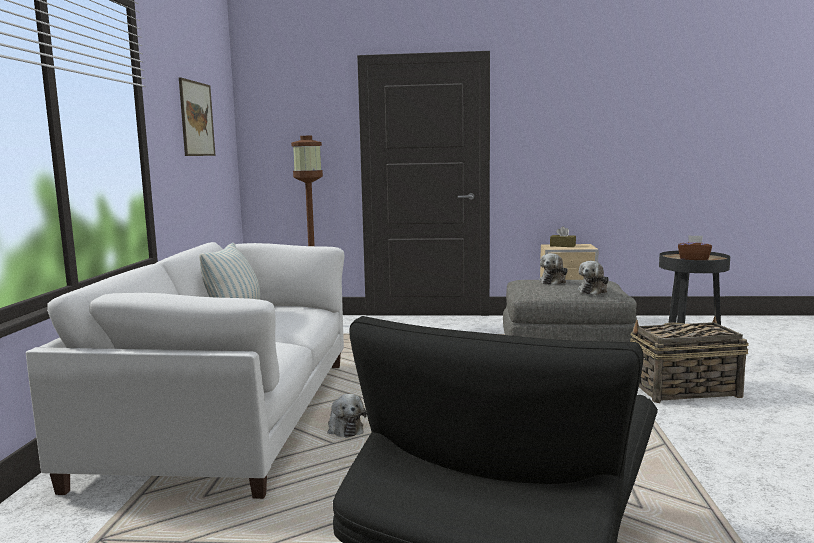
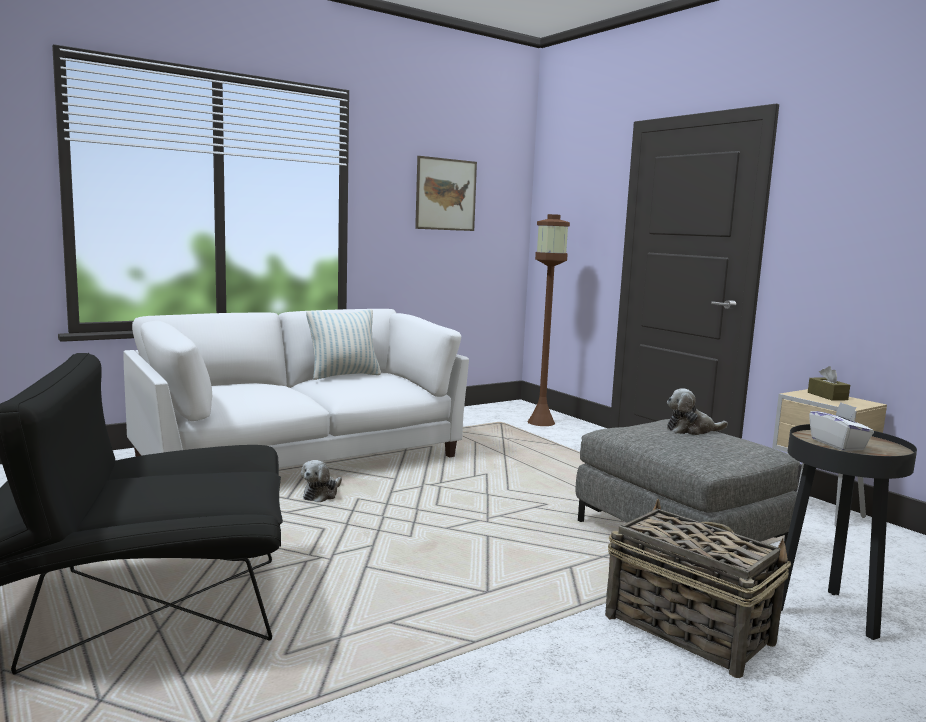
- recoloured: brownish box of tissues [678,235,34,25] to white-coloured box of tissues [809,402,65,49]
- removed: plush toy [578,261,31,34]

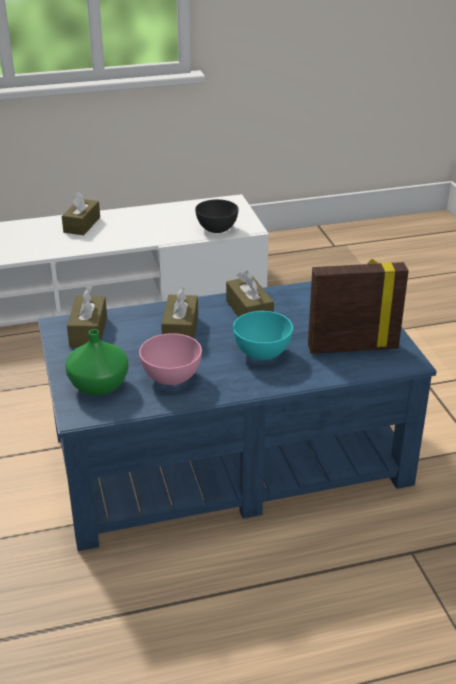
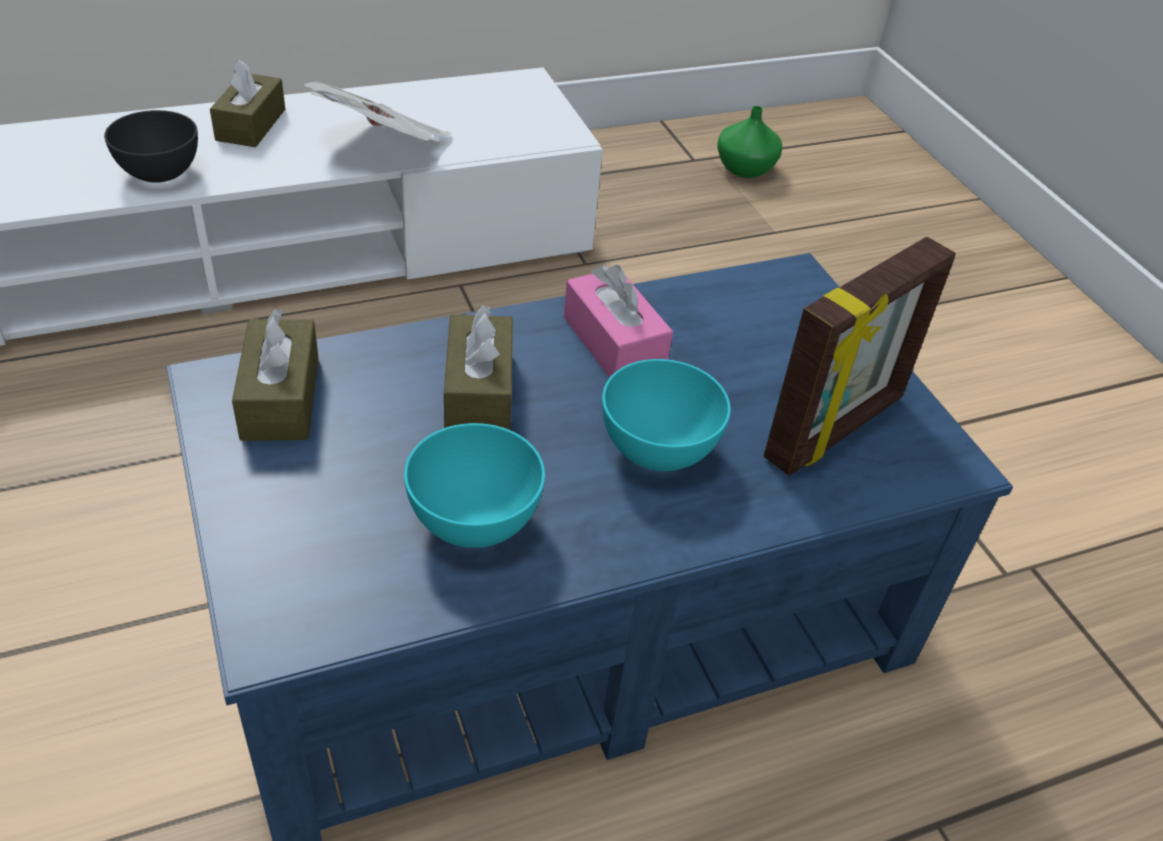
- moved: grey serving bowl [195,199,43,34] to [104,110,94,73]
- added: newspaper [304,82,147,60]
- recoloured: pink-coloured serving bowl [139,333,63,52] to turquoise serving bowl [404,423,141,125]
- recoloured: brownish box of tissues [226,270,48,47] to pink-coloured box of tissues [564,265,109,113]
- moved: green-coloured flower vase [65,329,64,67] to [717,106,66,72]
- turned: photo frame [308,259,101,95] = [764,237,192,239] 150 degrees clockwise

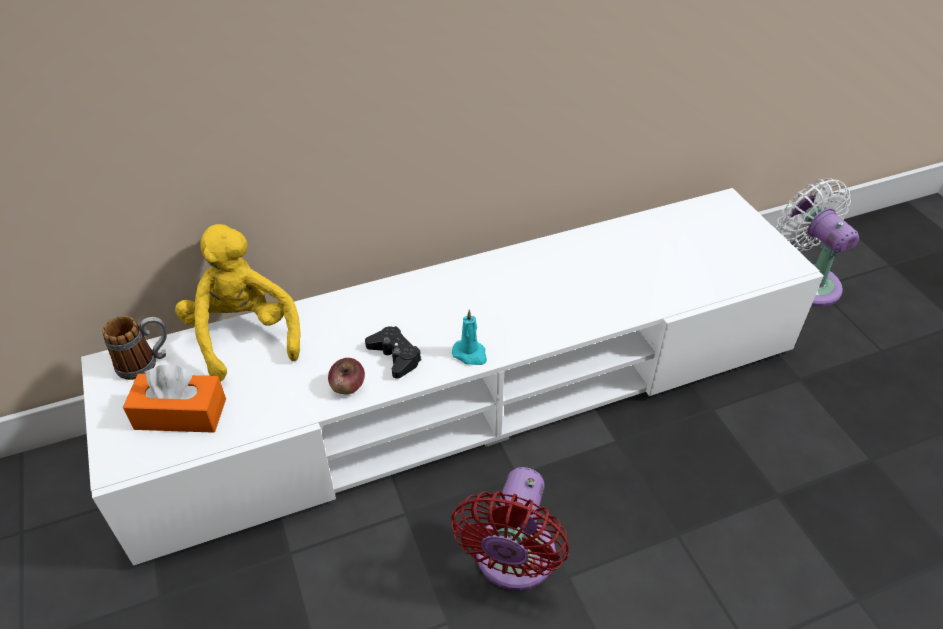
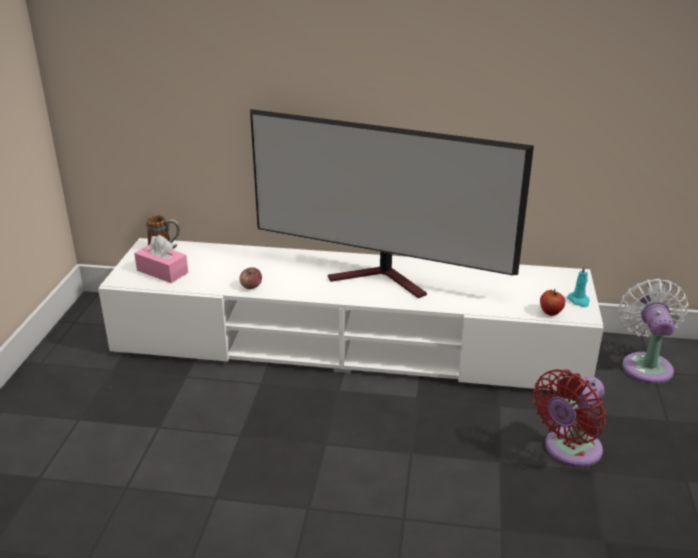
- recoloured: orange box of tissues [123,365,103,68] to pink-coloured box of tissues [134,235,54,48]
- added: television [250,109,284,189]
- moved: red electric fan [451,467,118,124] to [533,369,73,98]
- added: apple fruit [540,289,25,27]
- moved: turquoise candle [452,310,35,55] to [567,265,23,42]
- removed: yellowish plush toy [175,224,126,158]
- removed: black-coloured joypad [365,326,57,53]

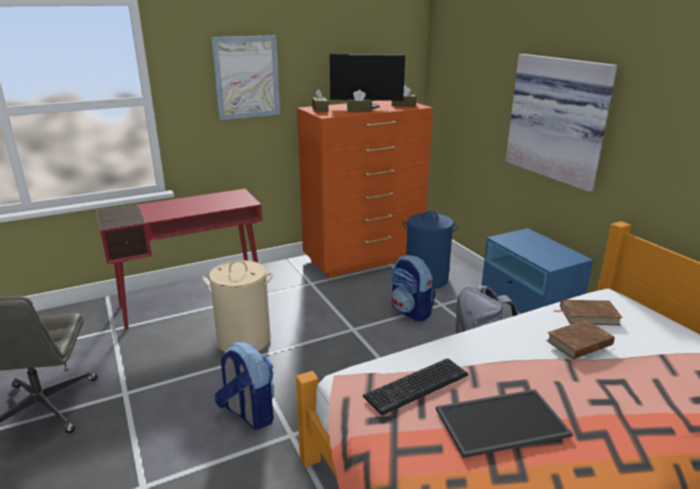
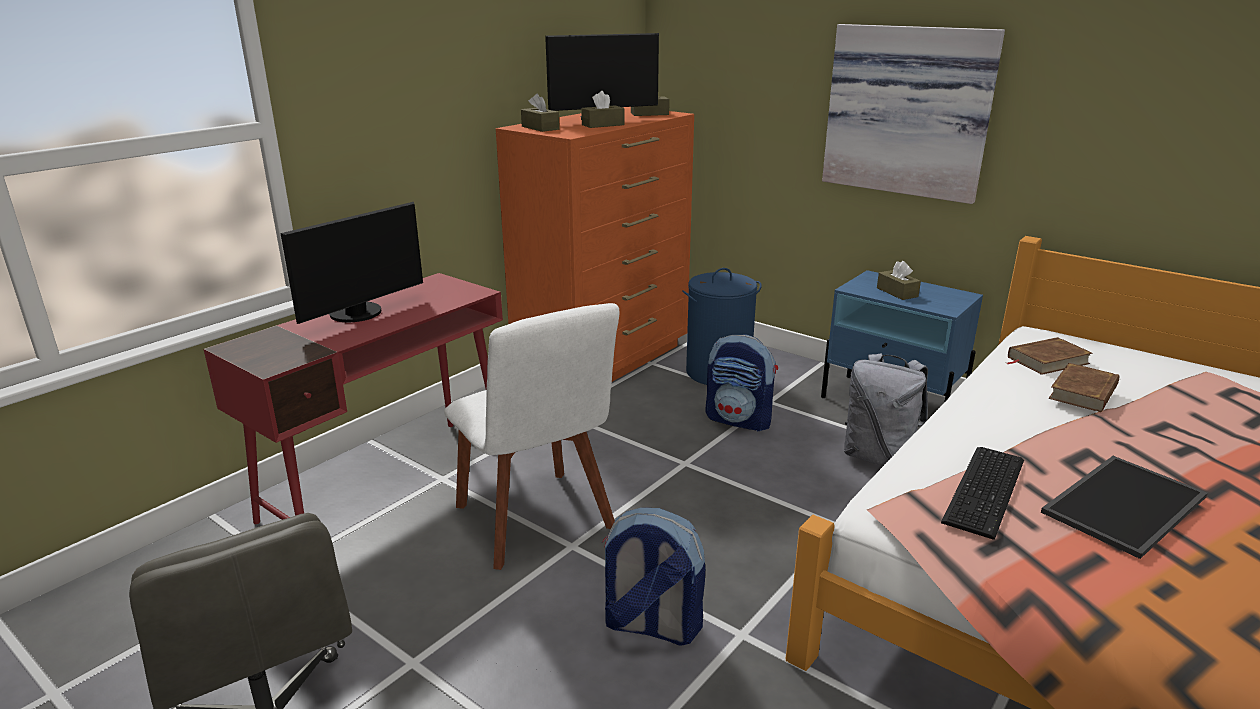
- added: computer display [281,202,142,122]
- replaced: beige-coloured hamper [202,260,71,92] to white-coloured upright chair [444,303,175,267]
- added: brownish box of tissues [877,261,44,39]
- removed: picture [211,35,69,85]

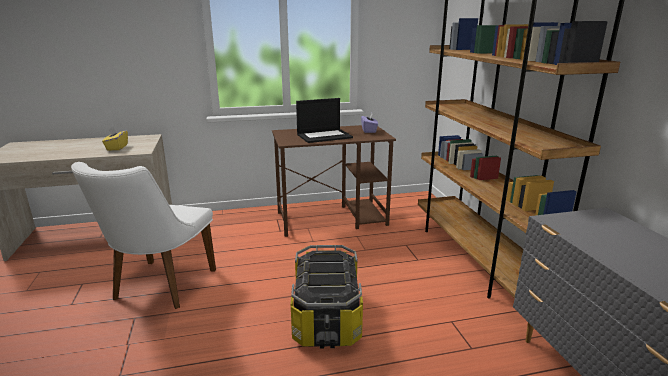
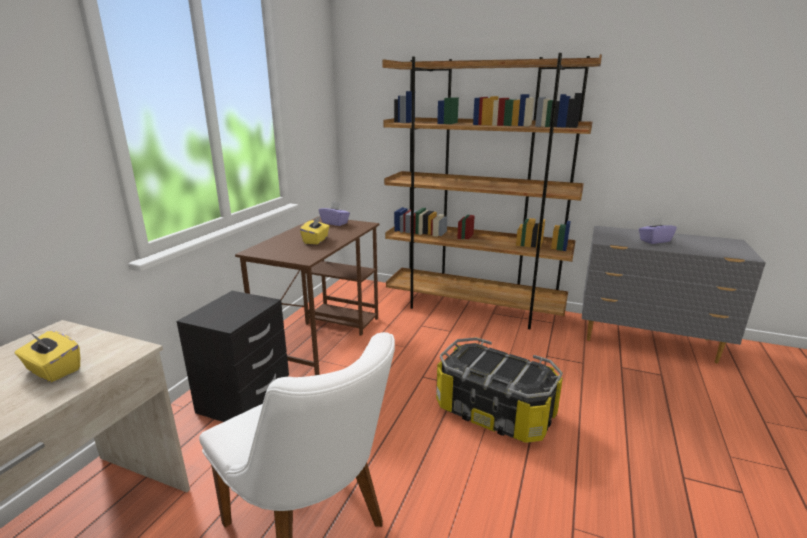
- added: black-coloured bedside table [177,291,112,131]
- replaced: portable computer [296,98,57,45] to yellowish box of tissues [300,216,30,28]
- added: purple box of tissues [639,217,38,27]

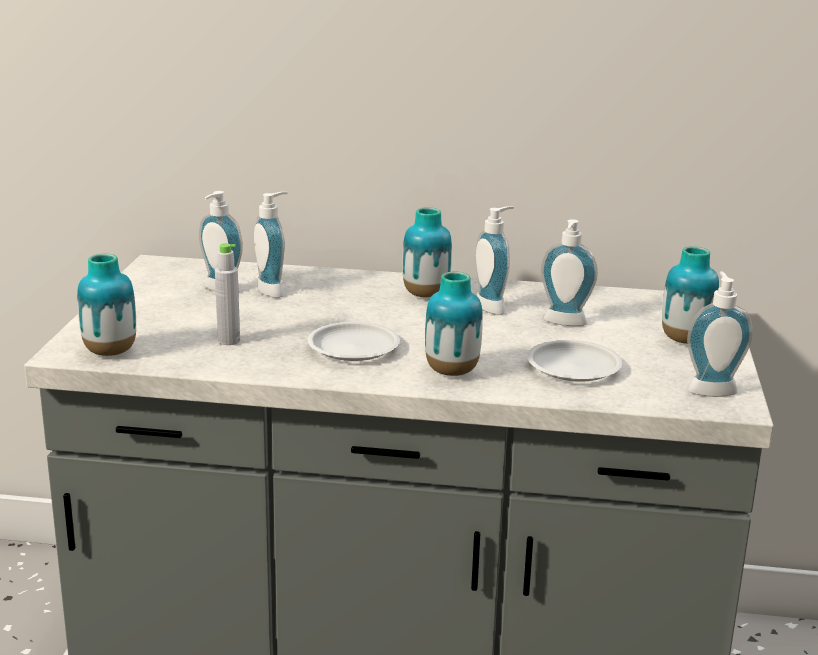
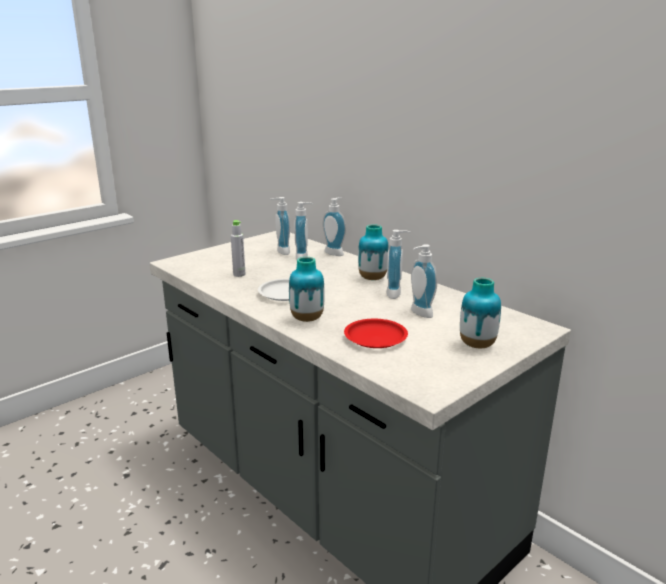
- moved: soap bottle [687,271,66,126] to [322,197,24,59]
- recoloured: white-coloured plate [527,340,96,42] to red plate [344,319,64,29]
- removed: flower vase [77,254,59,102]

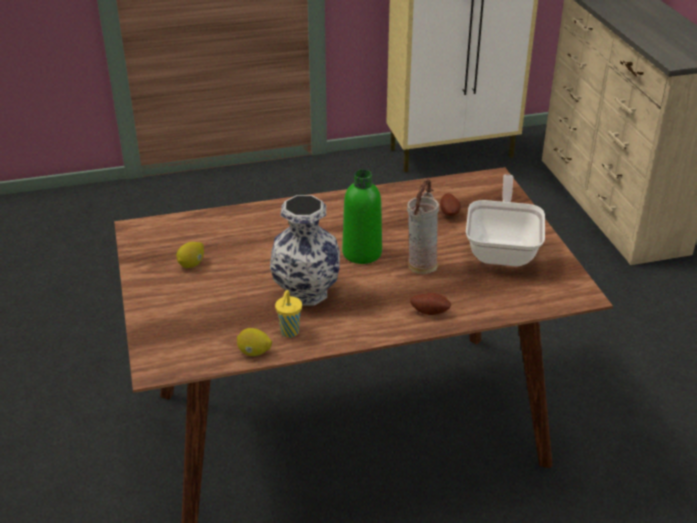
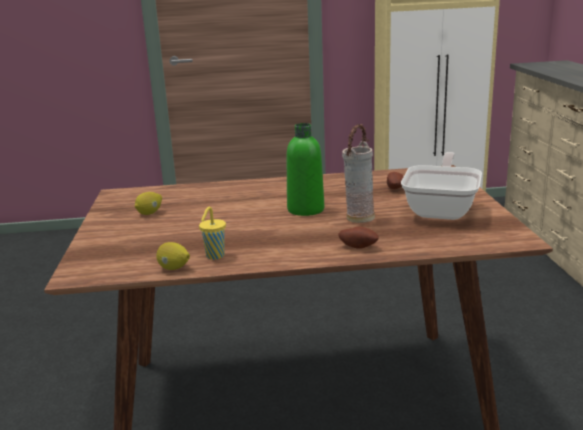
- removed: flower vase [270,195,70,111]

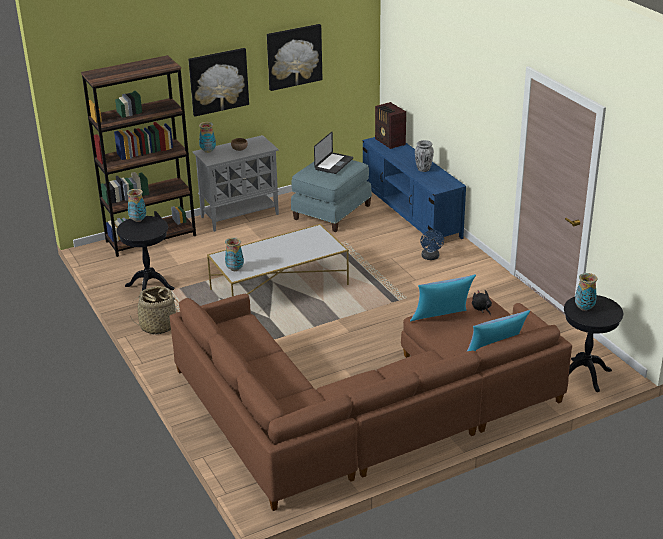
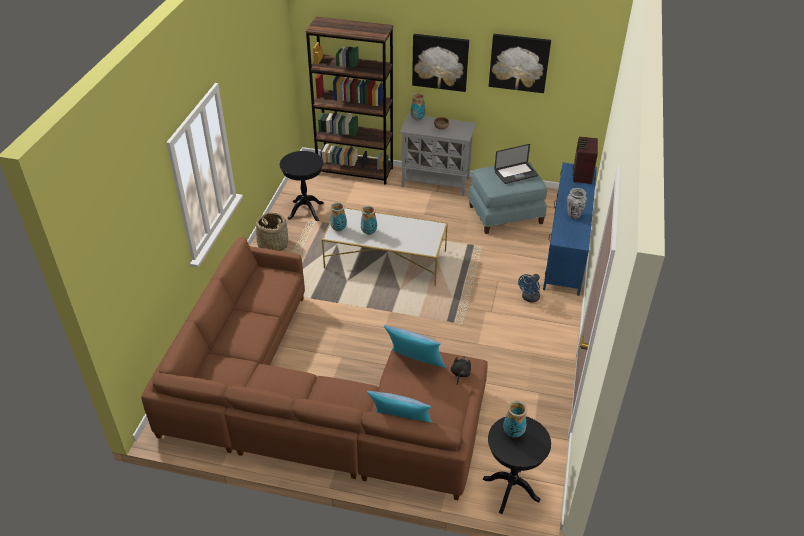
- moved: flower vase [127,189,19,33] to [361,206,16,29]

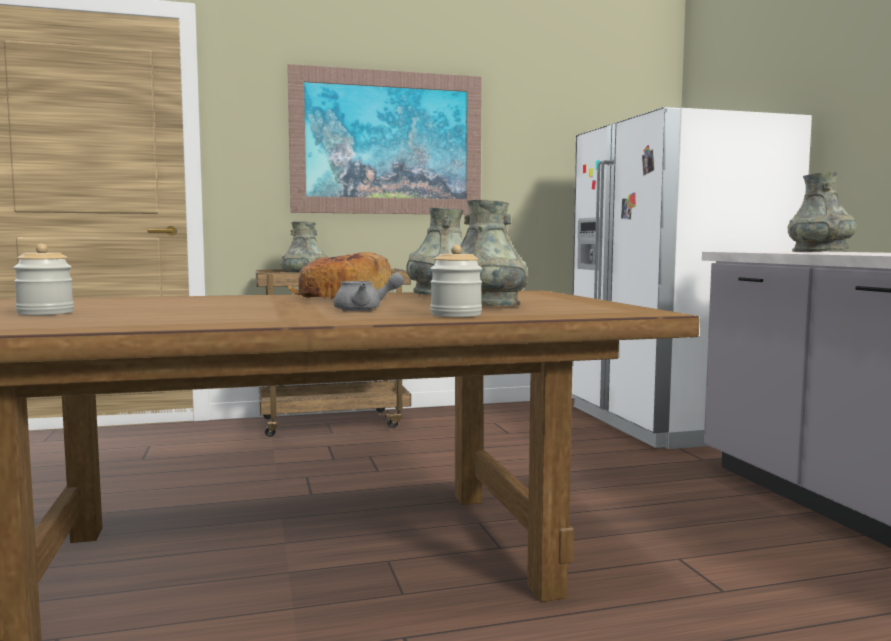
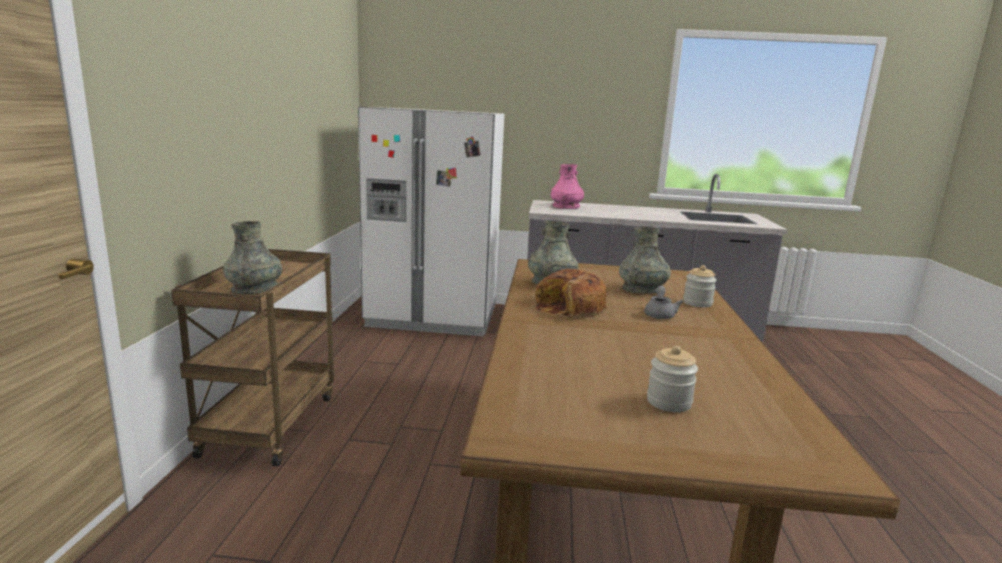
- recoloured: grey flower vase [788,172,69,80] to pink-coloured flower vase [551,164,33,45]
- removed: picture [287,64,195,151]

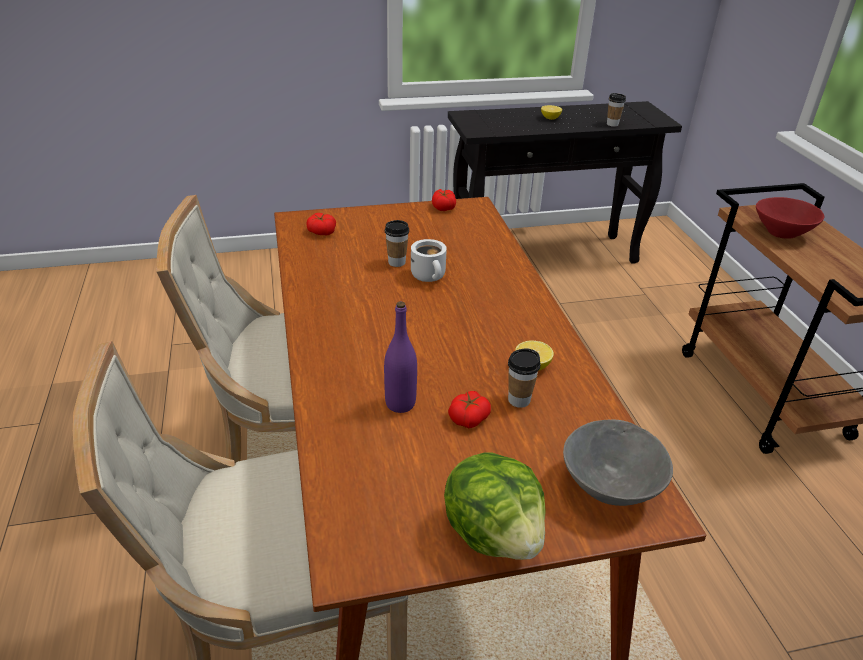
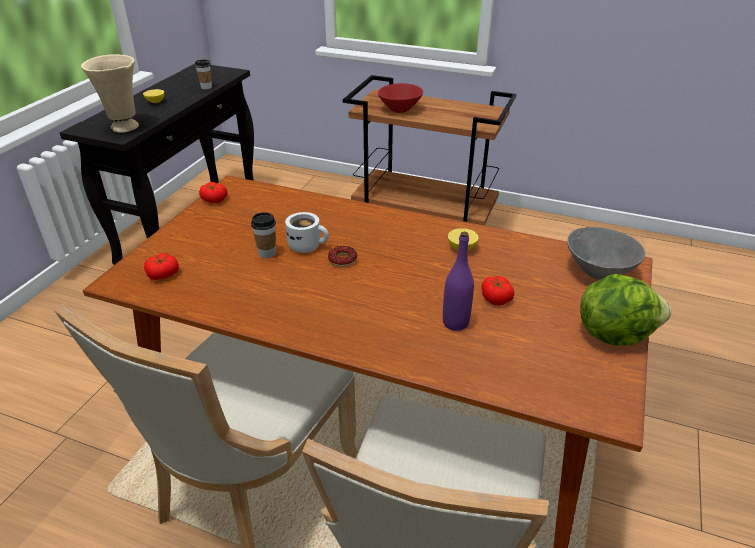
- added: beige-coloured flower vase [81,54,58,79]
- added: ring doughnut [328,246,29,21]
- removed: cup [508,348,33,60]

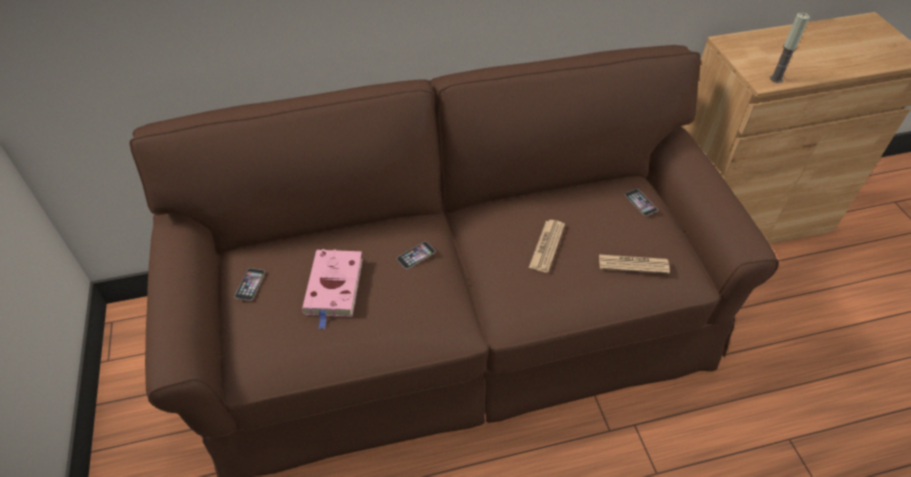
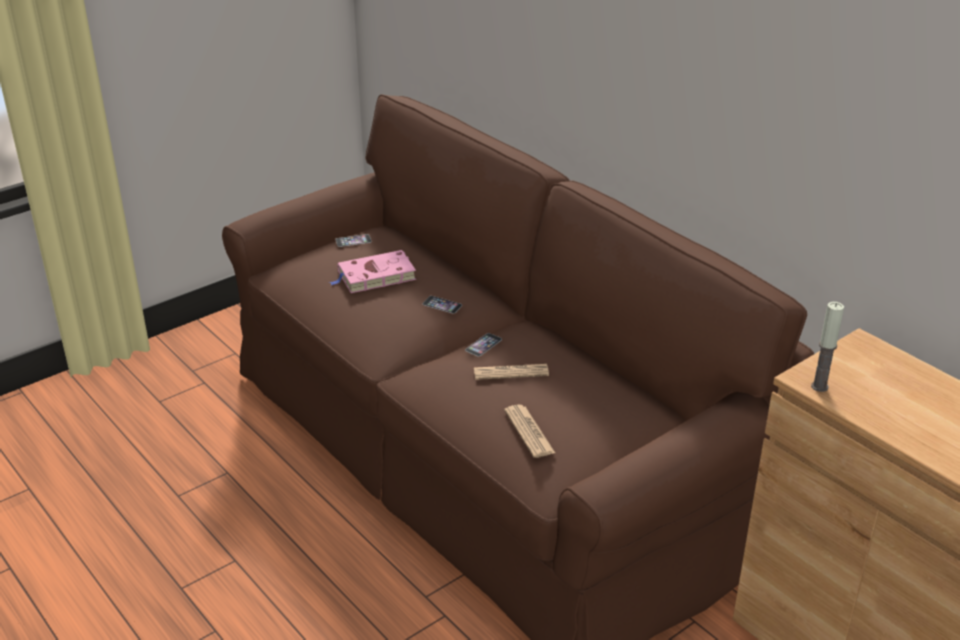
- moved: telephone [625,189,33,27] to [465,333,37,23]

